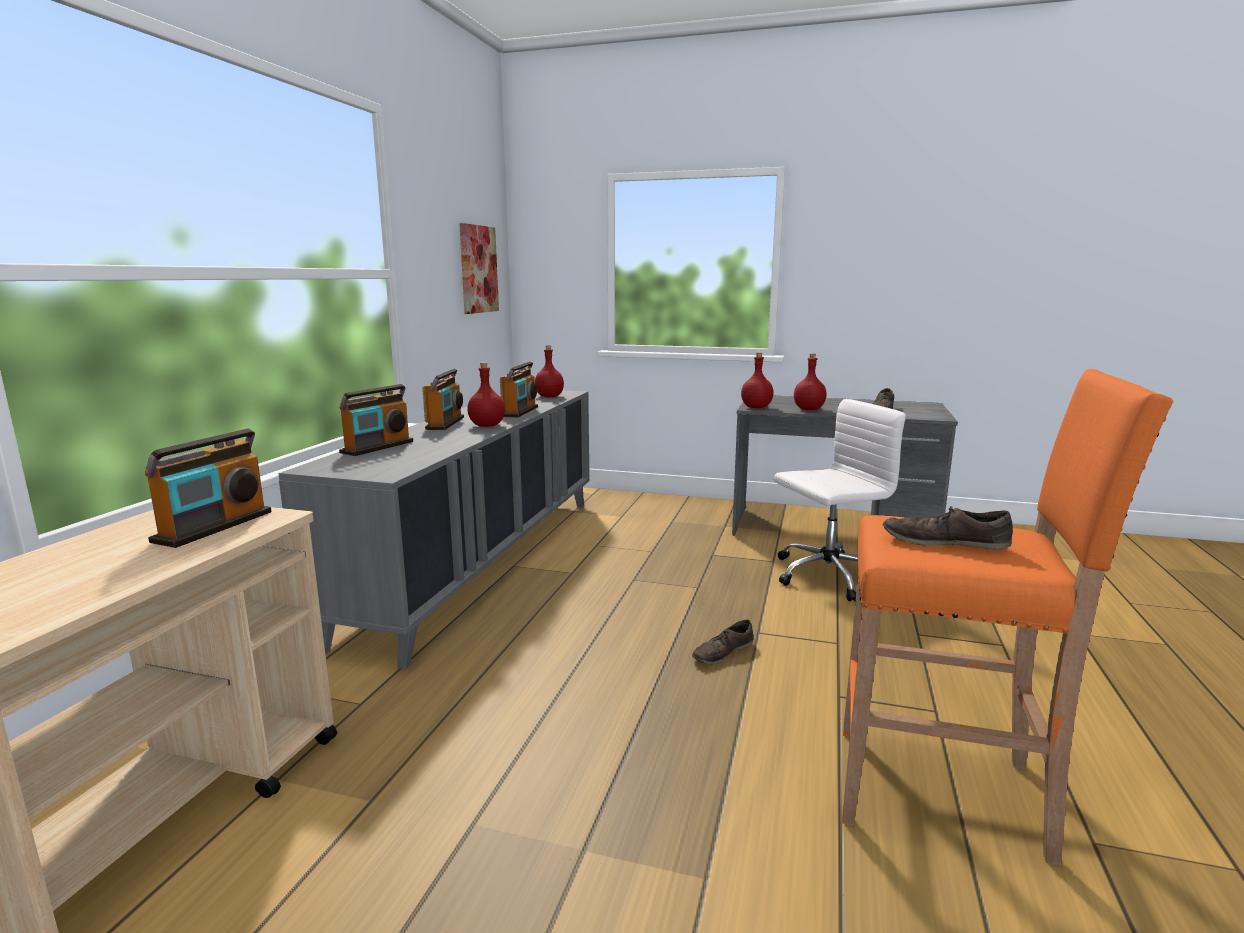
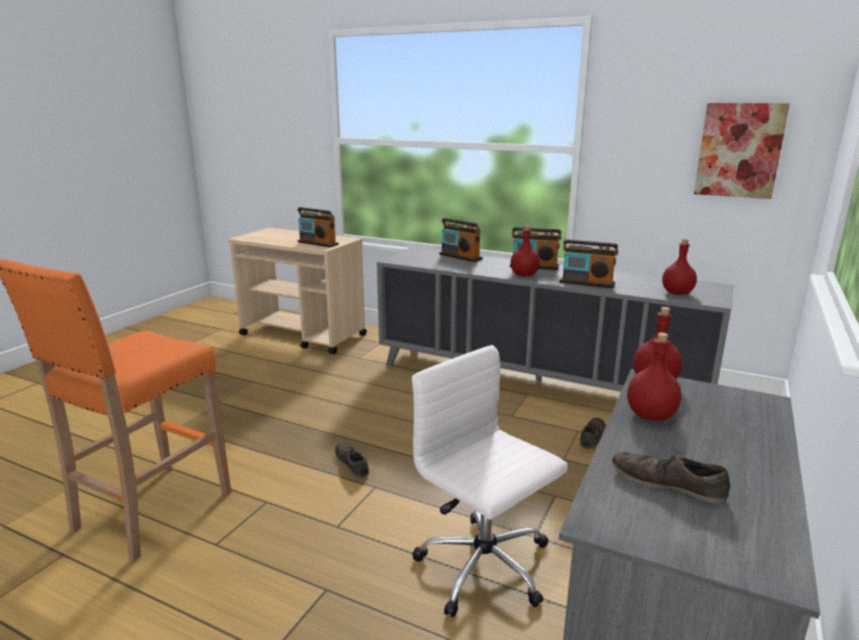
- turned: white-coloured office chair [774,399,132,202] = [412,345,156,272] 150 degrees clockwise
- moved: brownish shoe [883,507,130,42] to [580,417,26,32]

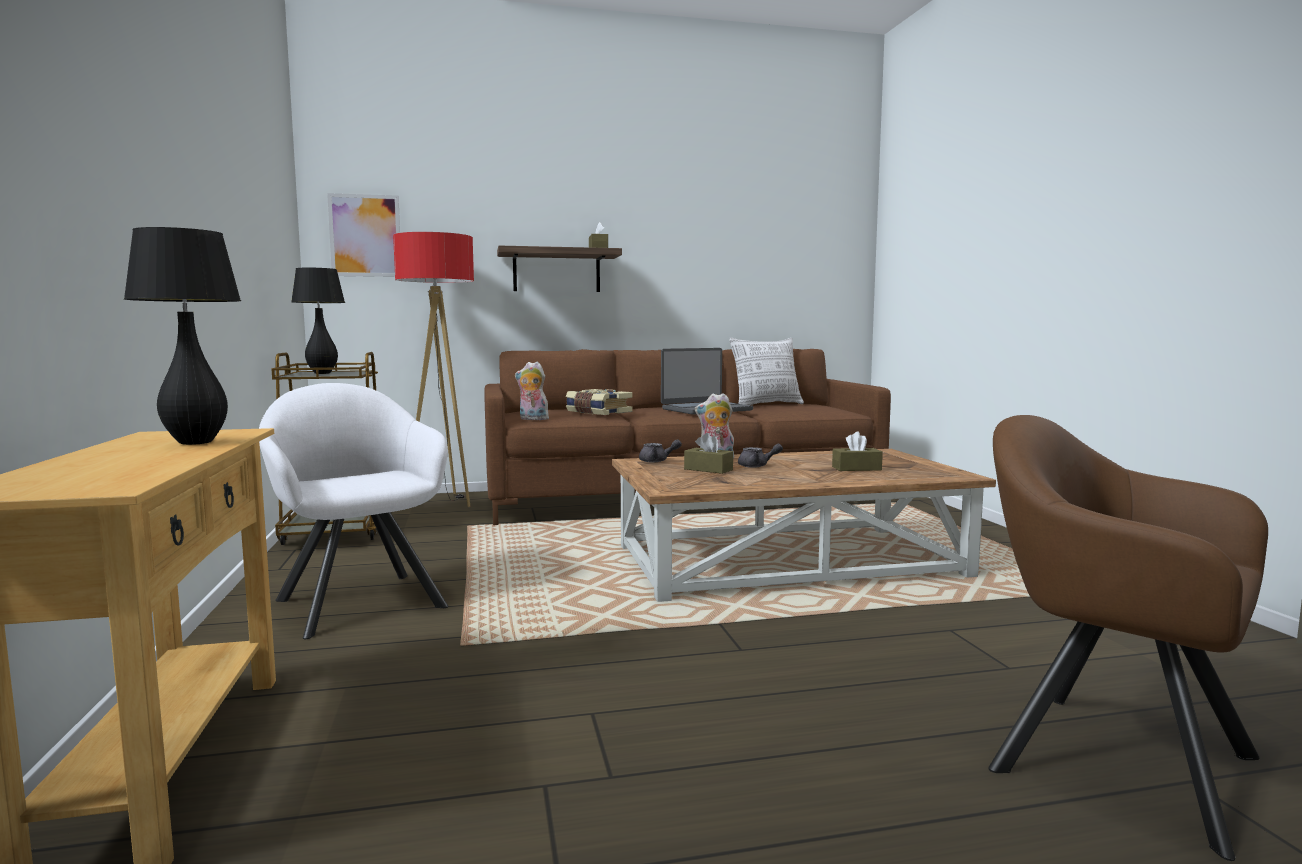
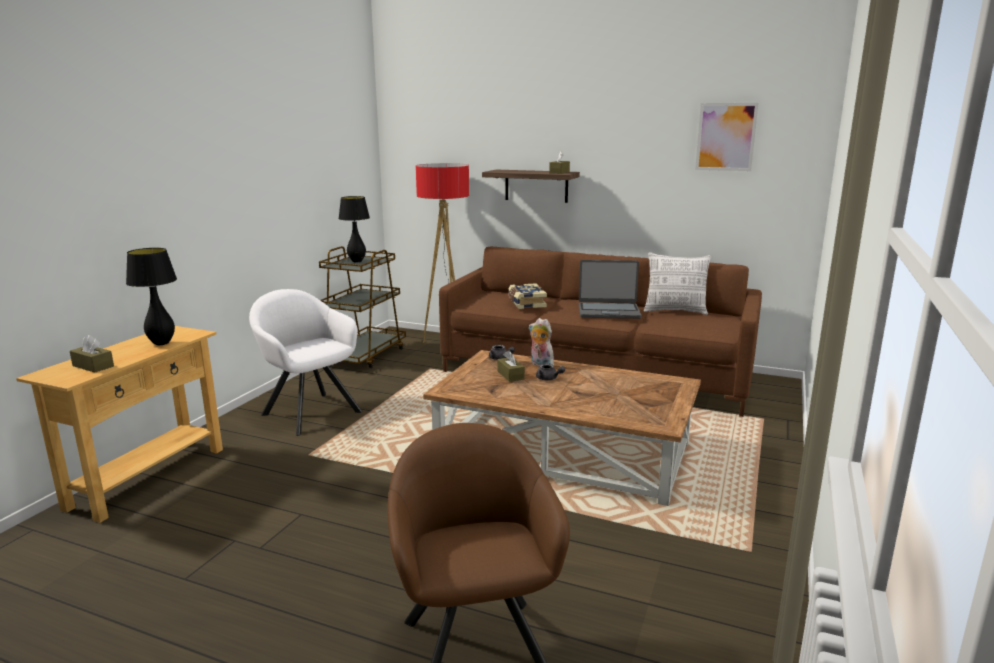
- moved: brownish box of tissues [832,431,51,40] to [70,335,44,38]
- turned: white-coloured armchair [259,383,189,256] = [249,289,113,147] 45 degrees counterclockwise
- moved: picture [327,193,73,84] to [695,103,64,68]
- removed: plush toy [515,362,34,59]

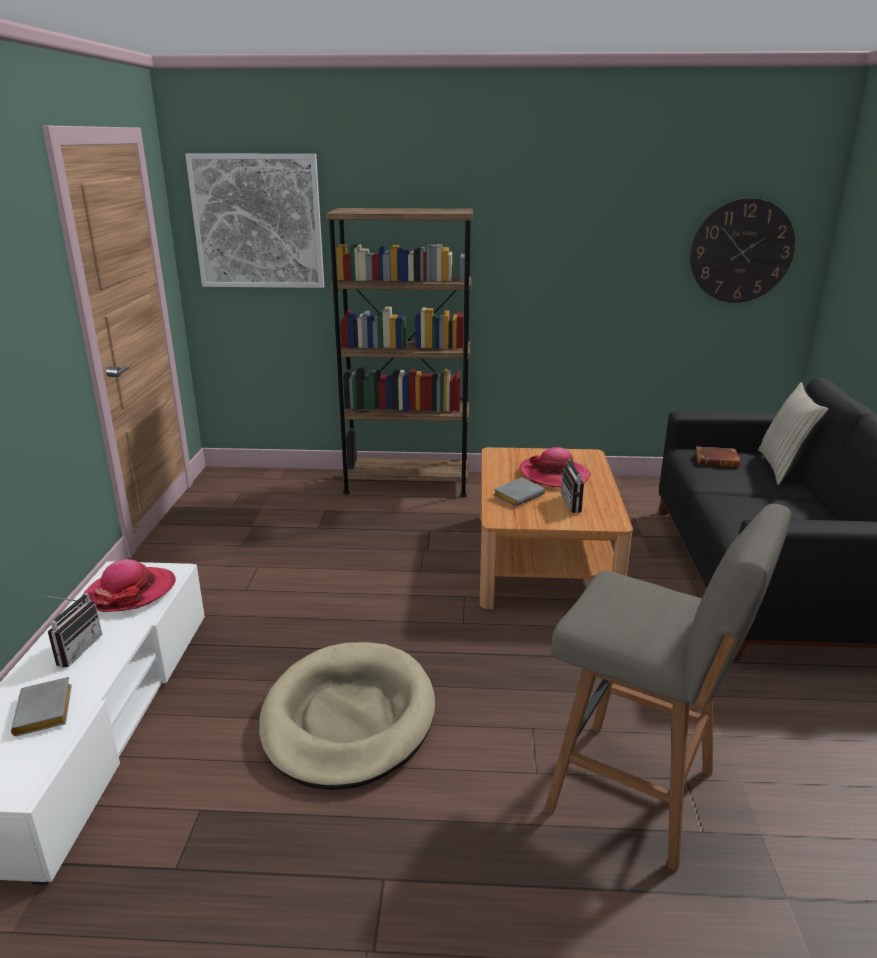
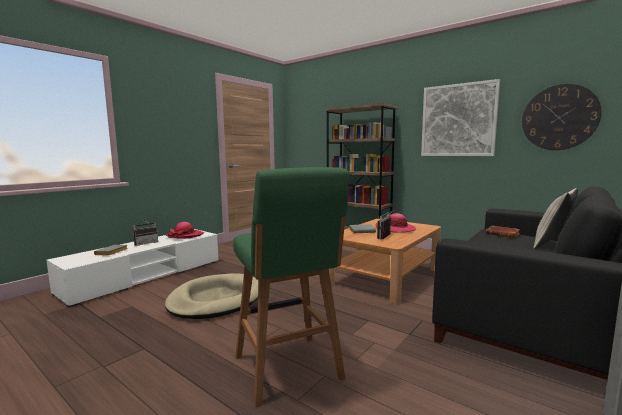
- recoloured: grey sitting stool [544,504,247,367] to green-coloured sitting stool [233,167,116,240]
- moved: picture [185,154,139,134] to [421,79,79,77]

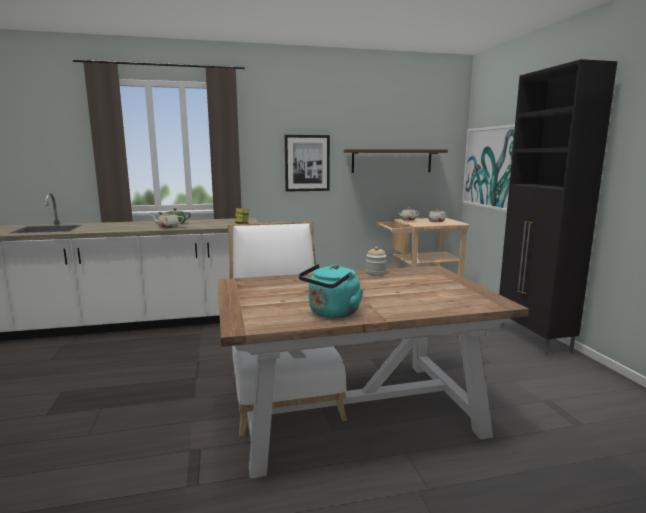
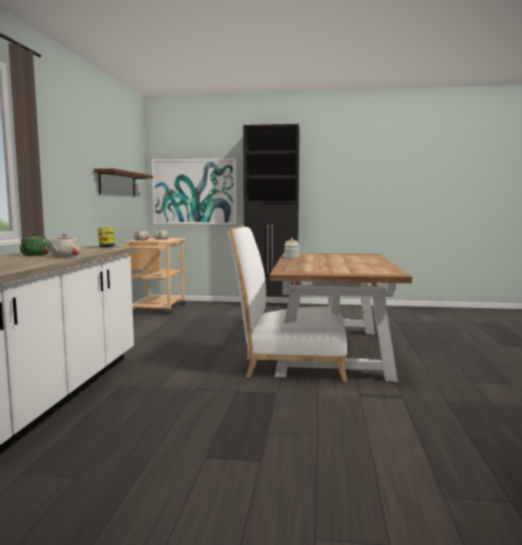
- removed: picture [285,135,45,57]
- removed: turquoise tea kettle [299,264,65,54]

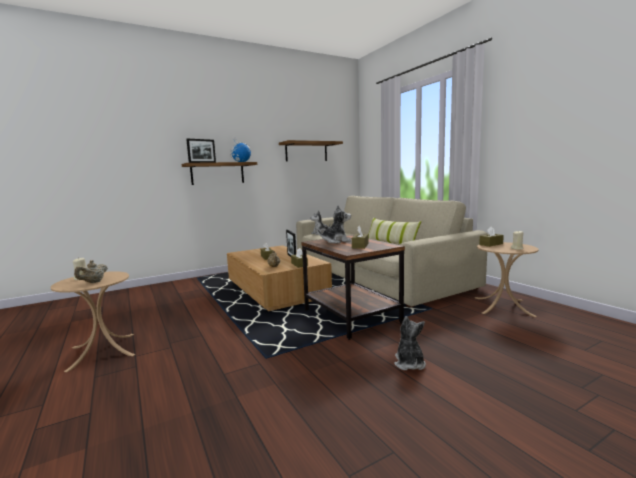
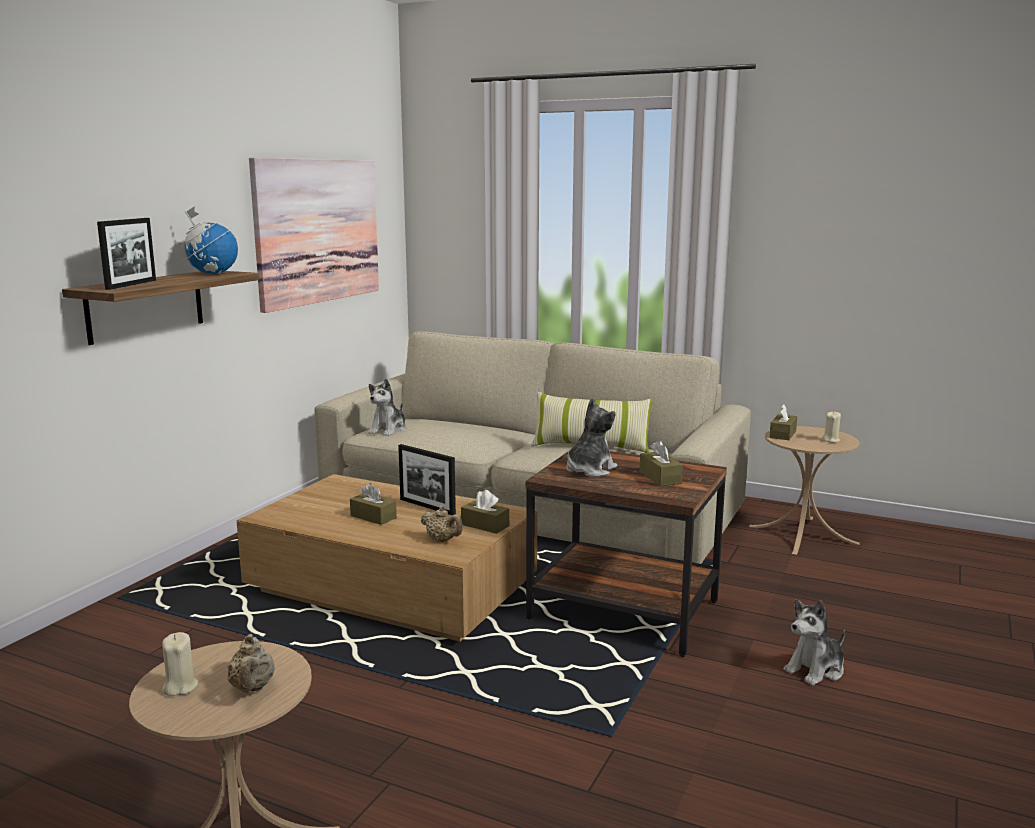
- replaced: wall shelf [279,140,64,21] to picture [249,158,130,155]
- turned: plush toy [394,316,32,54] = [784,599,61,87] 90 degrees counterclockwise

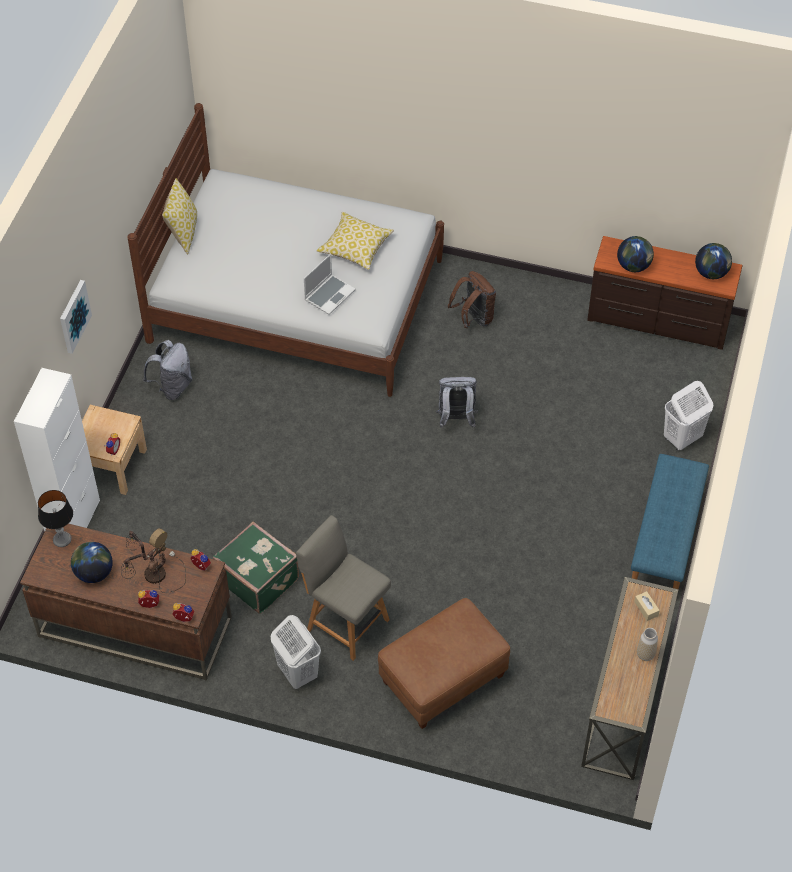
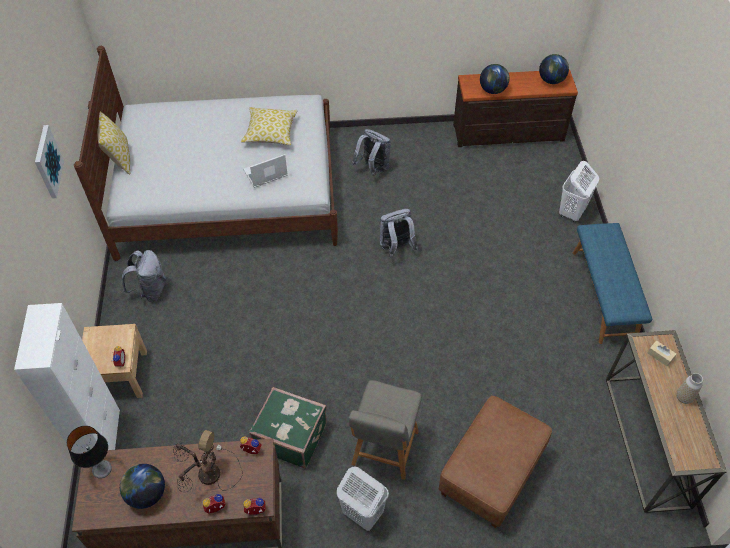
- moved: picture [60,280,32,74] to [35,125,29,73]
- turned: portable computer [304,254,52,61] = [243,154,45,34] 135 degrees counterclockwise
- turned: grey upright chair [296,515,95,146] = [349,380,73,100] 90 degrees counterclockwise
- recoloured: brownish backpack [448,271,48,57] to grey backpack [352,129,39,47]

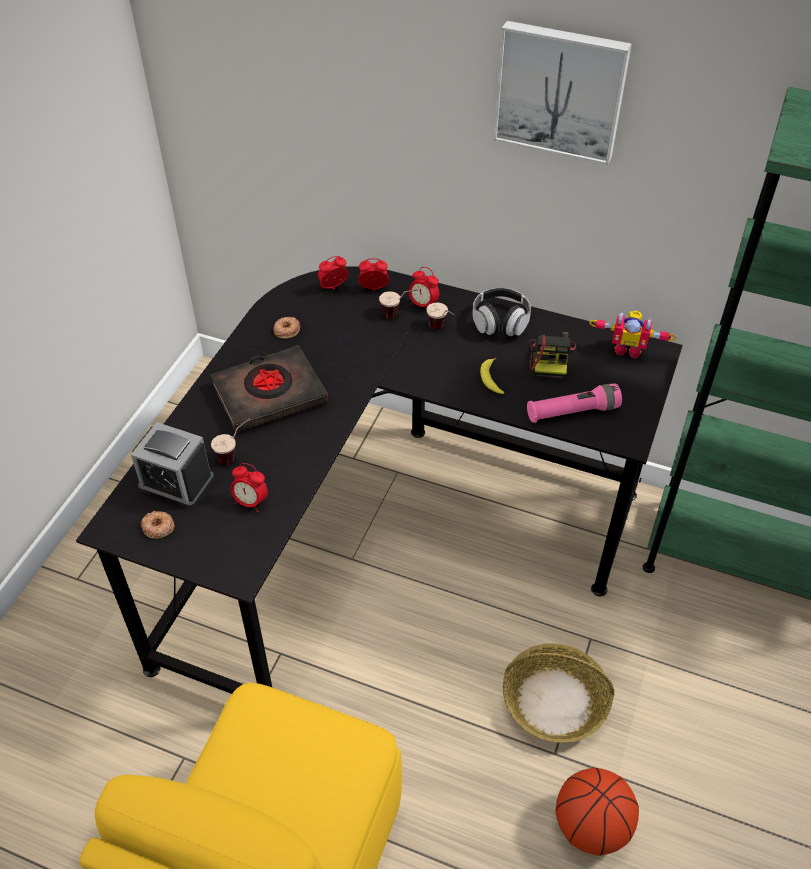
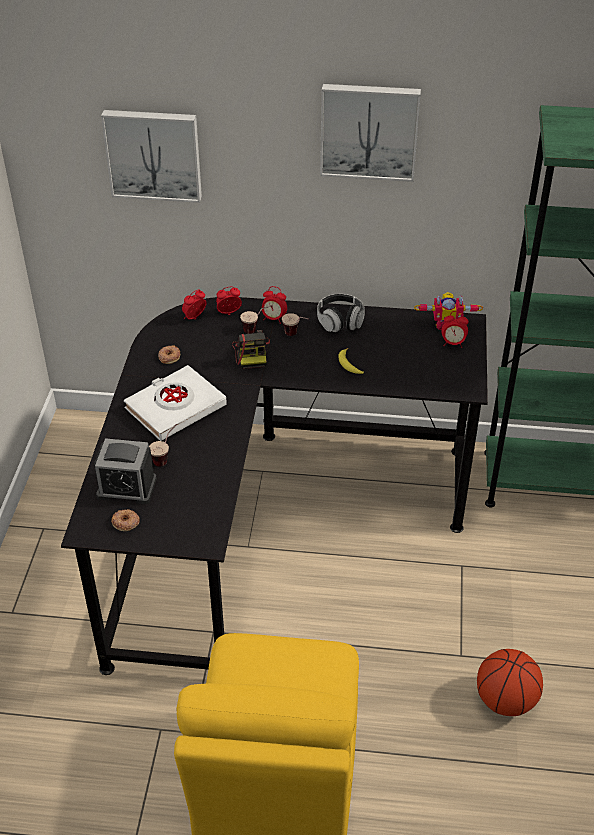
- added: picture [101,110,101,93]
- recoloured: black-coloured bound book [210,345,118,88] to white-coloured bound book [124,365,103,76]
- moved: still camera [529,332,47,47] to [232,330,38,39]
- moved: table clock [231,463,37,49] to [441,311,28,37]
- removed: household basket [503,643,112,100]
- removed: pink-coloured torch [527,384,95,39]

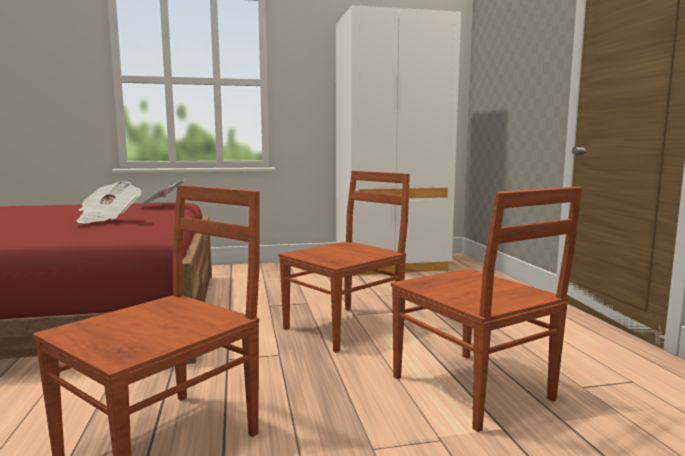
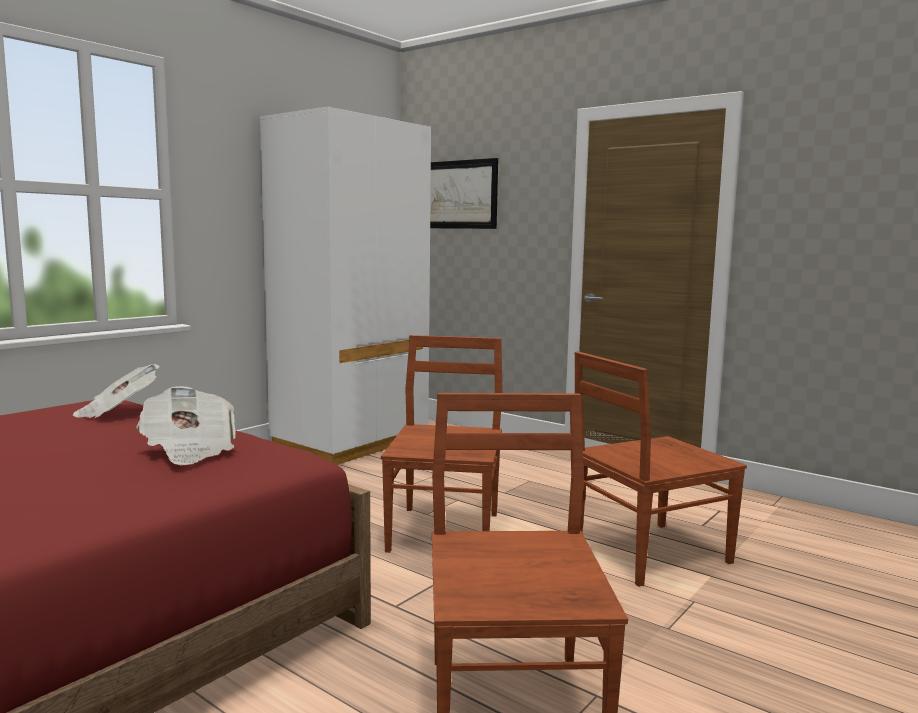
- added: picture [430,158,68,71]
- turned: brownish upright chair [391,186,191,246] = [575,351,172,236] 135 degrees clockwise

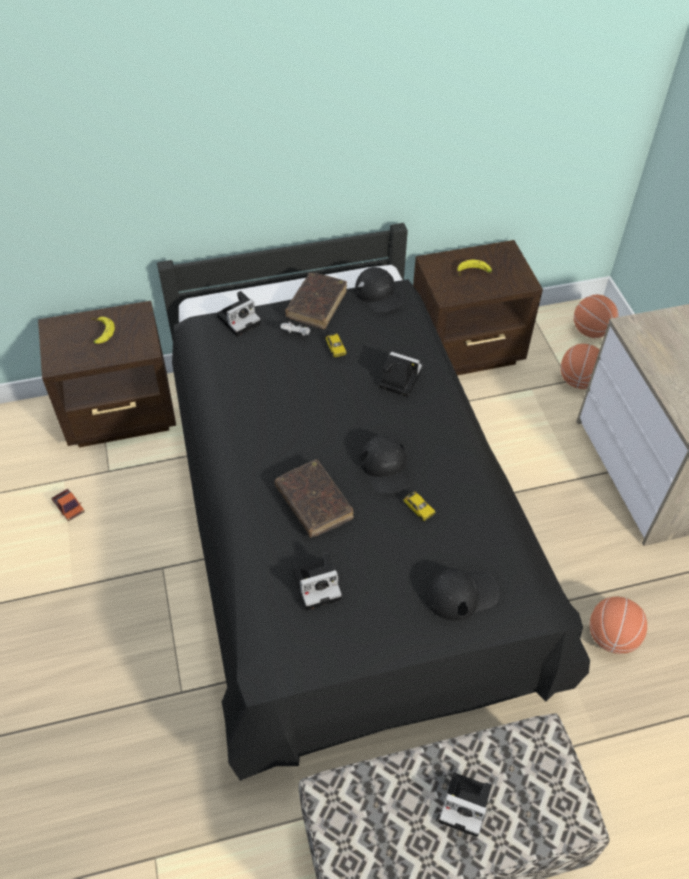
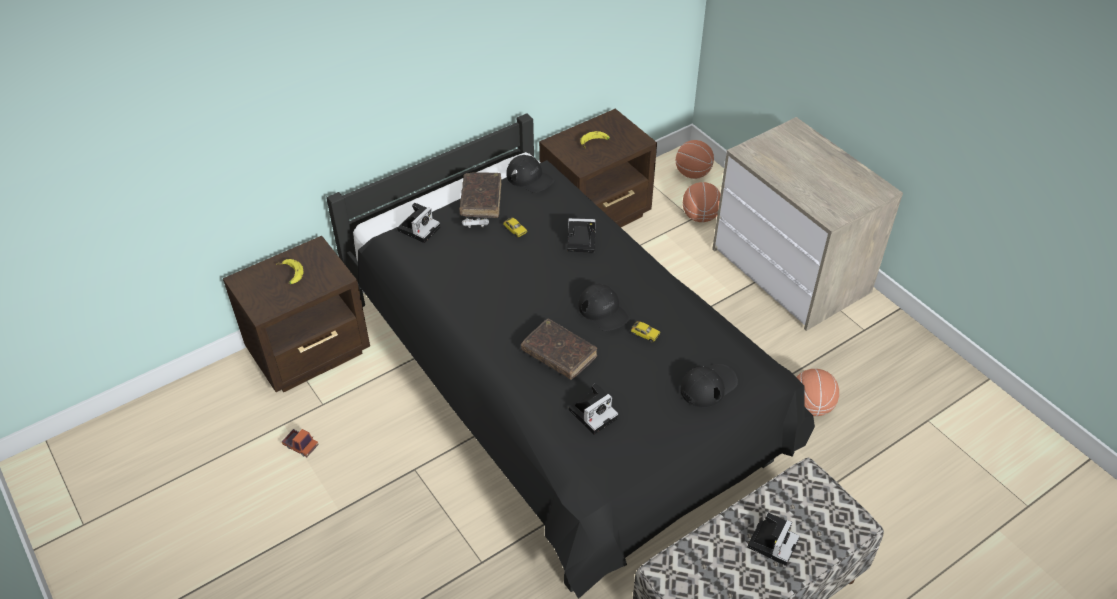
- turned: still camera [439,773,53,64] = [748,513,52,53] 60 degrees counterclockwise

